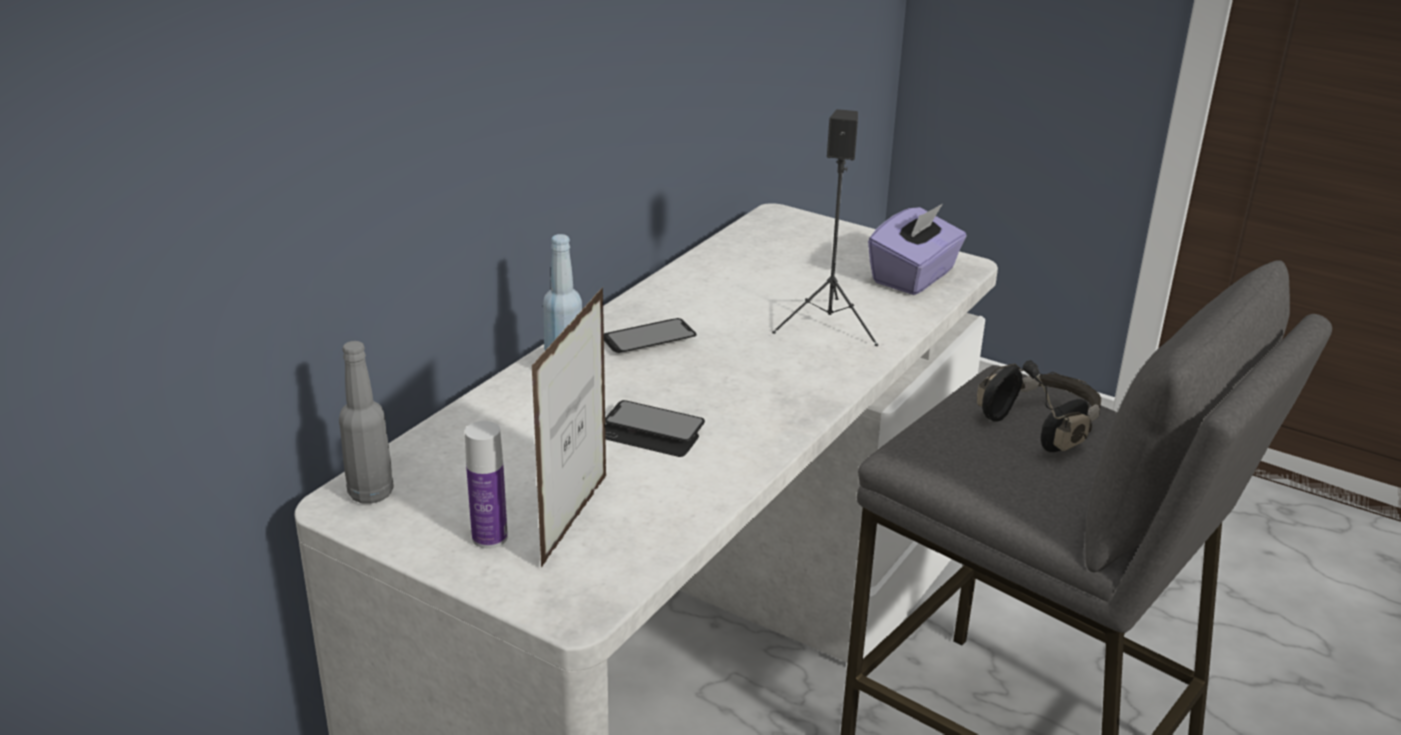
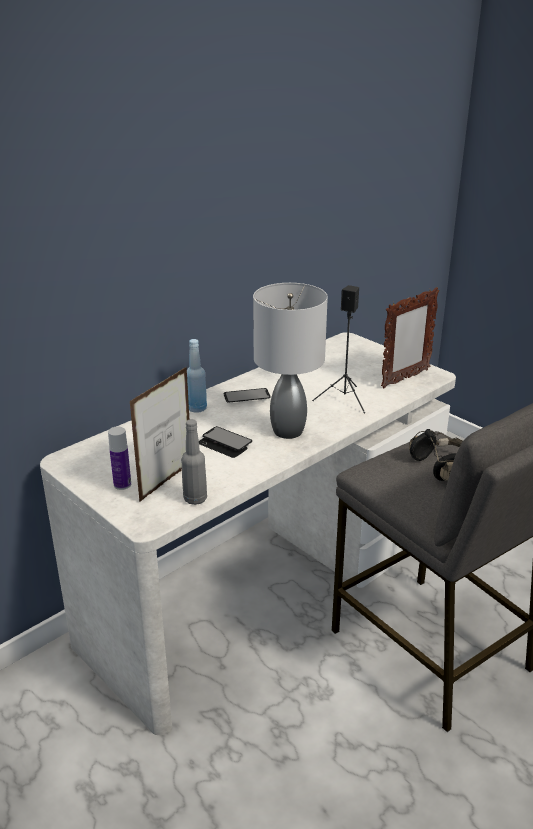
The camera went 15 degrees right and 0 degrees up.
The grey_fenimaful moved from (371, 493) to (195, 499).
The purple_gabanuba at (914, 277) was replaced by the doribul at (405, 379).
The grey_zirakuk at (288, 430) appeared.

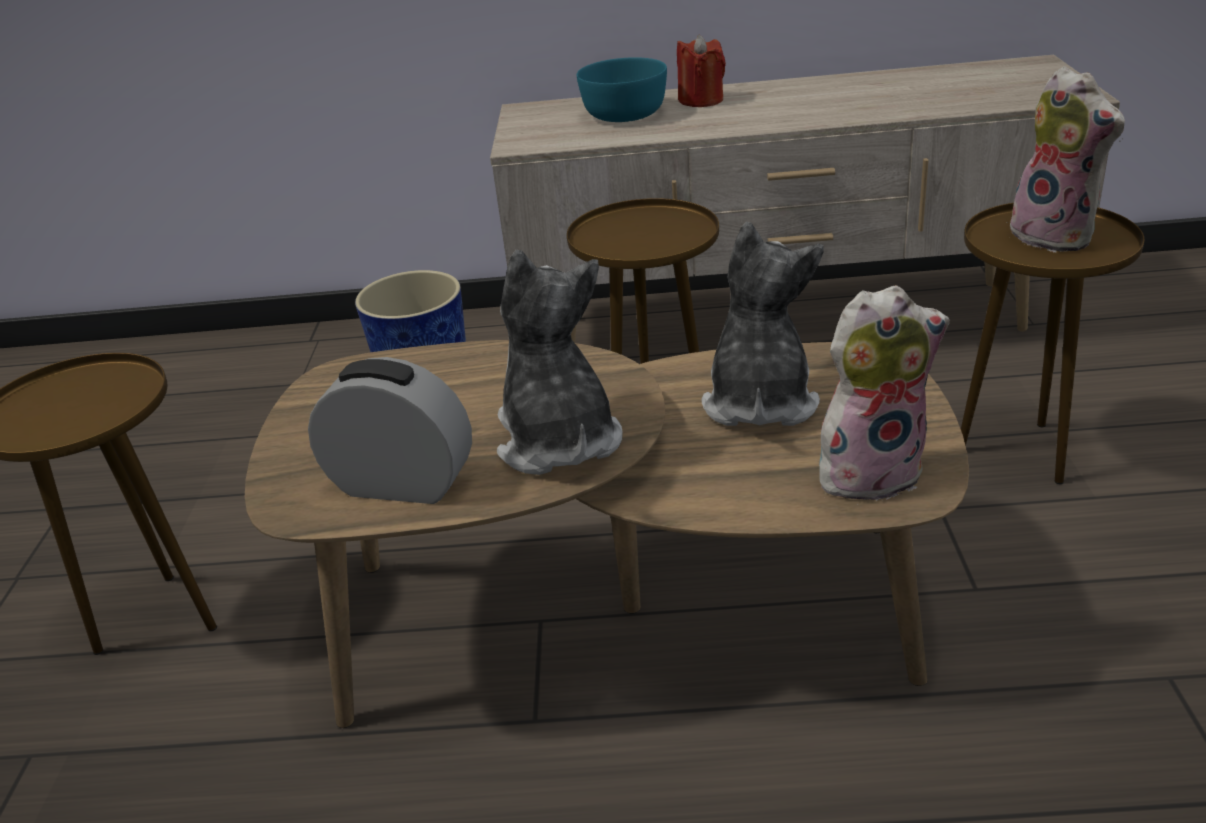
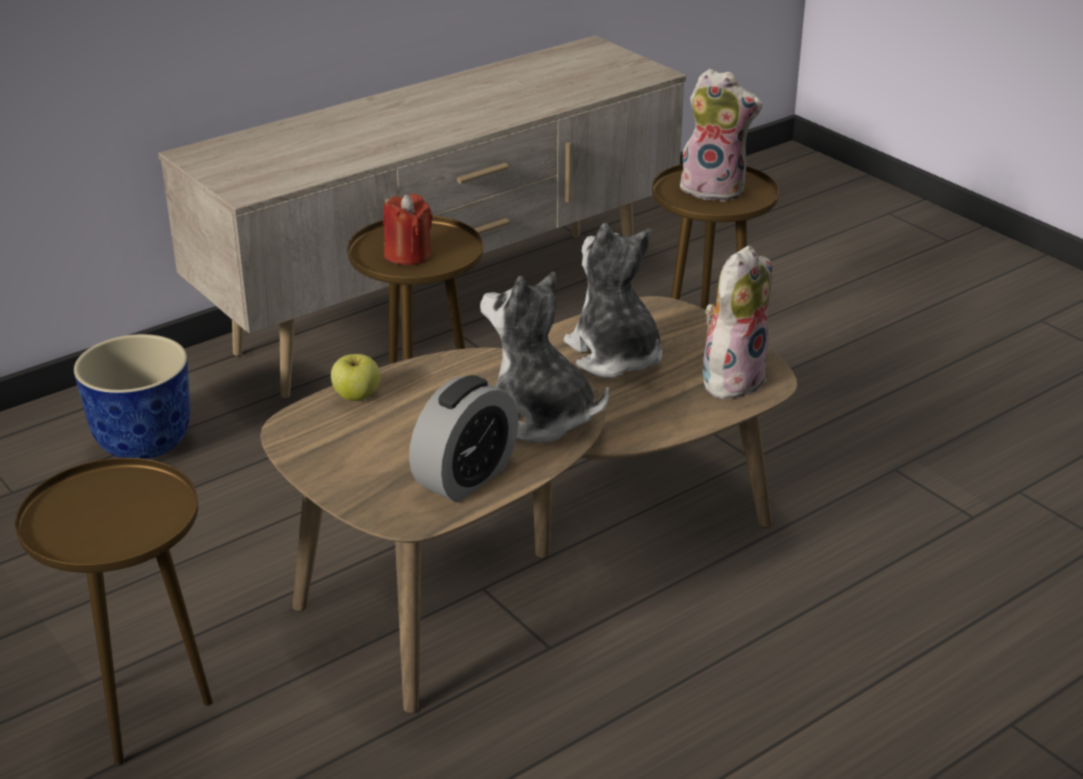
The camera went 40 degrees left and 0 degrees up.
The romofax at (402, 484) turned 150 degrees clockwise.
The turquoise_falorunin at (625, 114) disappeared.
The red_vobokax moved from (701, 100) to (408, 255).
The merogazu at (357, 395) appeared.

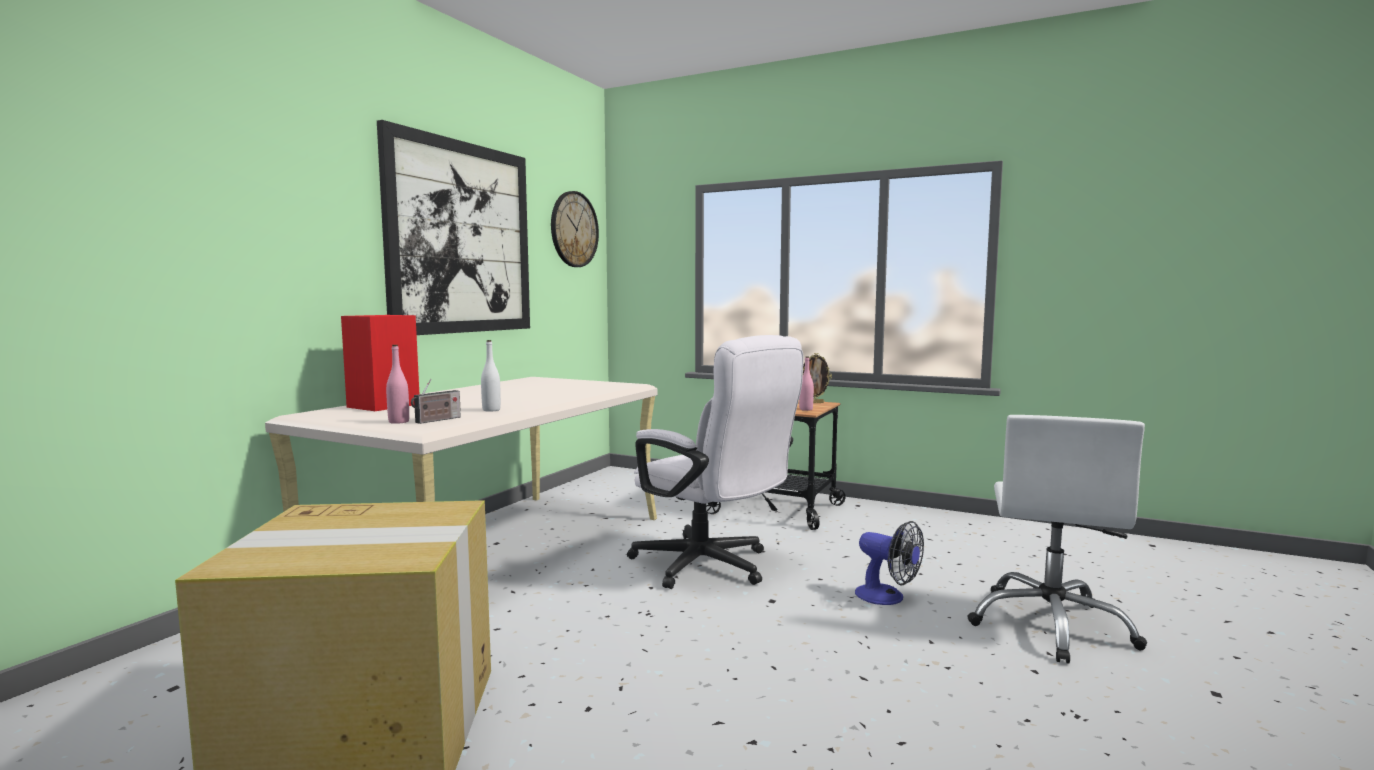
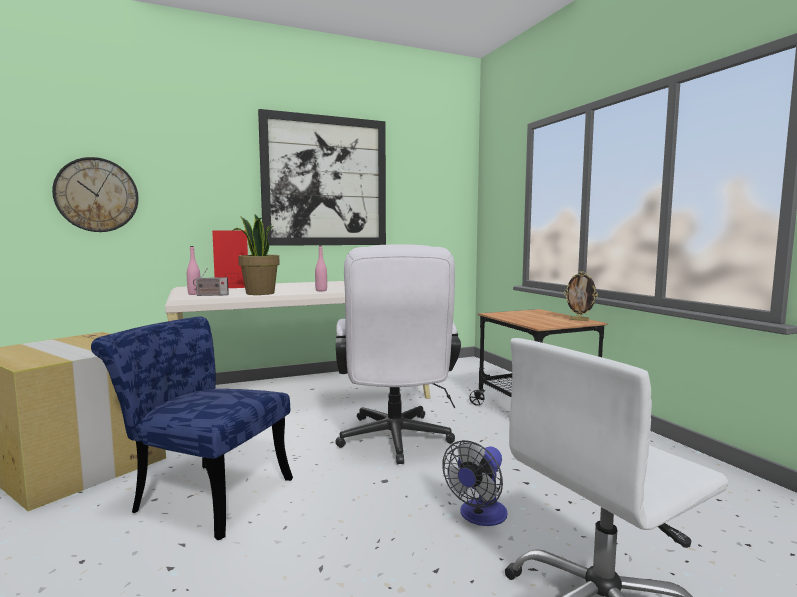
The camera went 40 degrees right and 0 degrees up.
The white_fenimaful at (491, 410) was replaced by the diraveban at (259, 293).
The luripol moved from (574, 229) to (97, 195).
The pink_fenimaful moved from (806, 409) to (321, 290).
The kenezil at (887, 597) turned 45 degrees clockwise.
The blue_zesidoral at (204, 494) appeared.

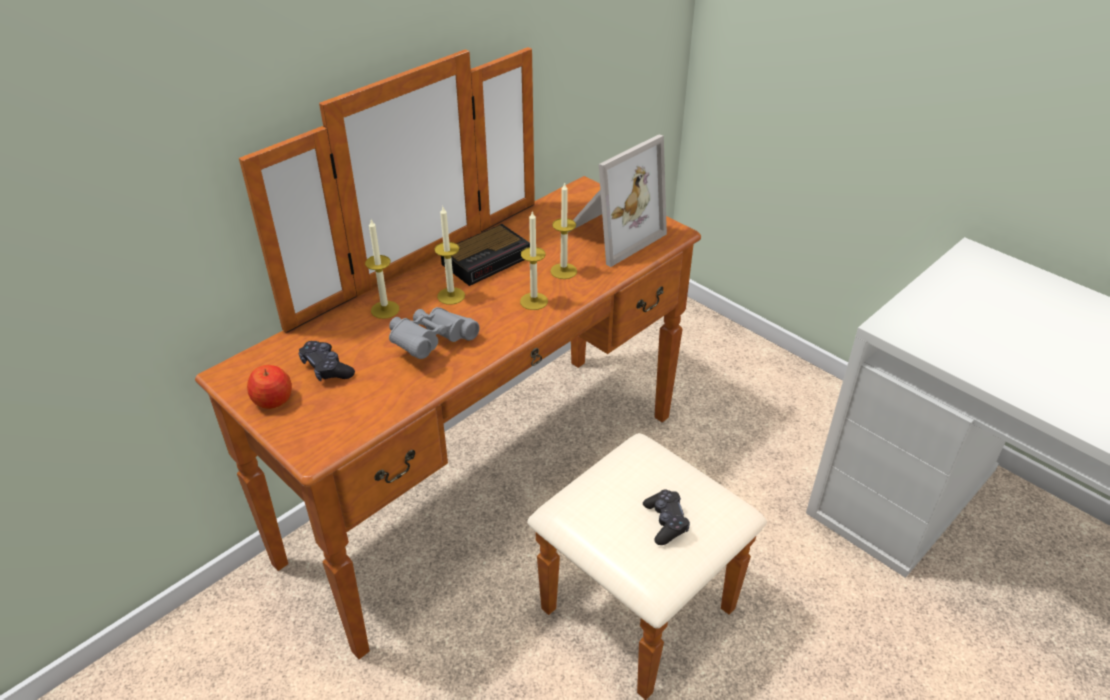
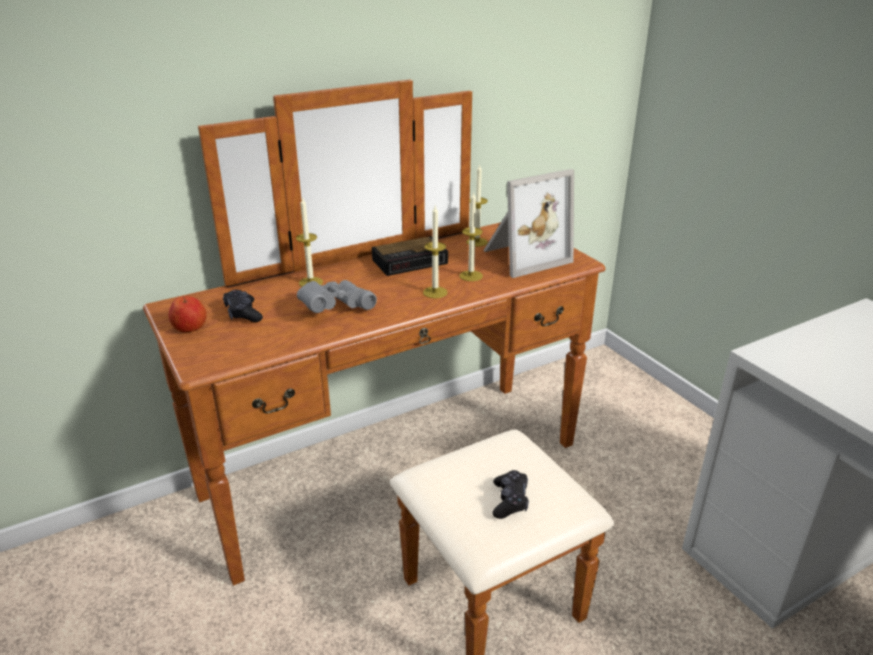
The camera went 15 degrees right and 10 degrees down.
The vobokax moved from (451, 296) to (477, 242).

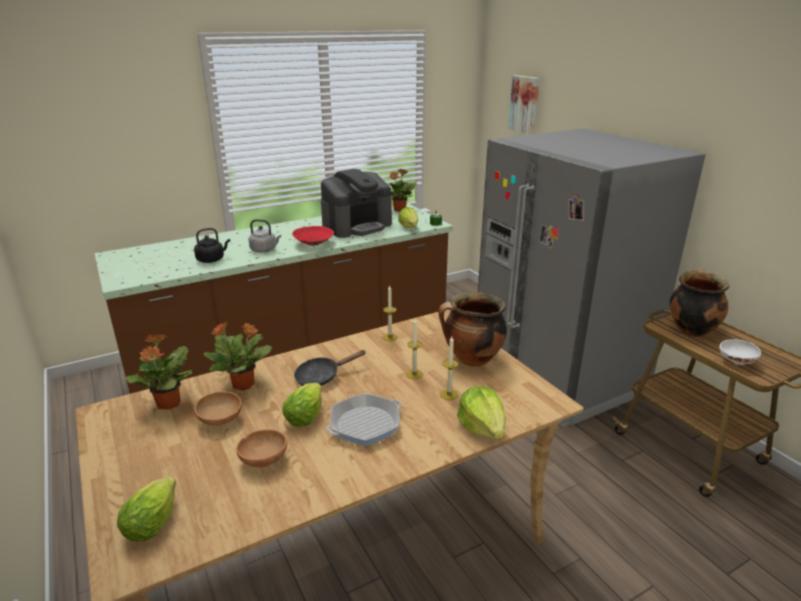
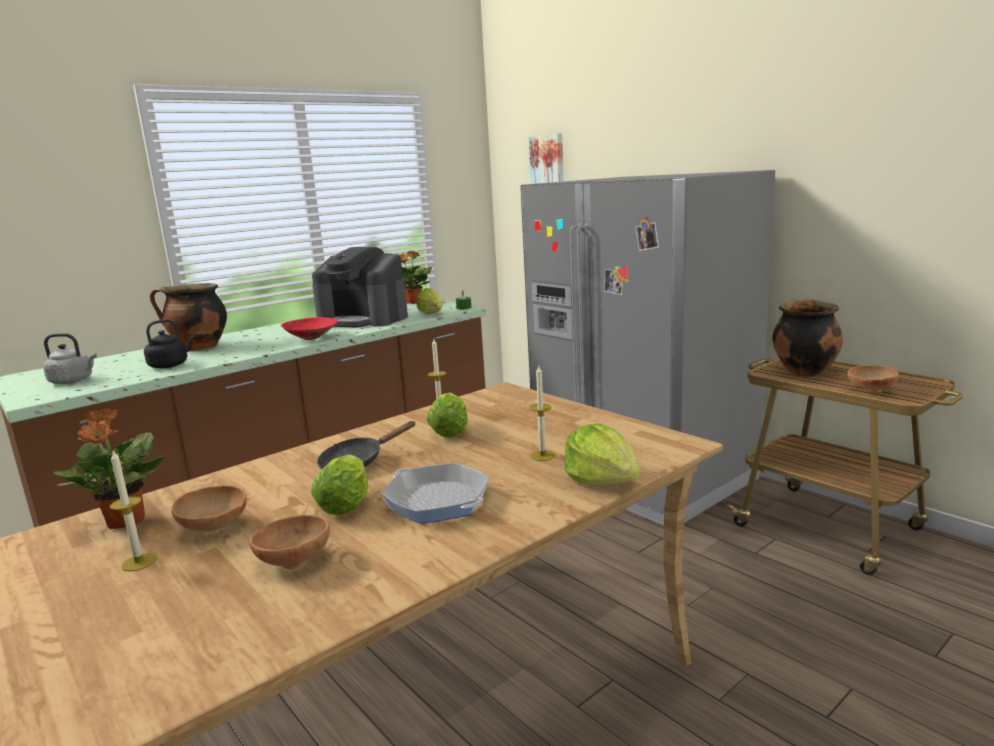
The camera went 10 degrees left and 10 degrees down.
The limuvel moved from (155, 521) to (450, 431).
The diraveban at (244, 384) disappeared.
The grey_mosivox moved from (265, 250) to (73, 381).
The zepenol at (357, 226) turned 75 degrees clockwise.
The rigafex at (365, 424) turned 90 degrees counterclockwise.
The vobokax moved from (414, 374) to (139, 562).
The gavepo moved from (471, 360) to (198, 348).
The white_falorunin at (735, 361) became the brown_falorunin at (870, 390).

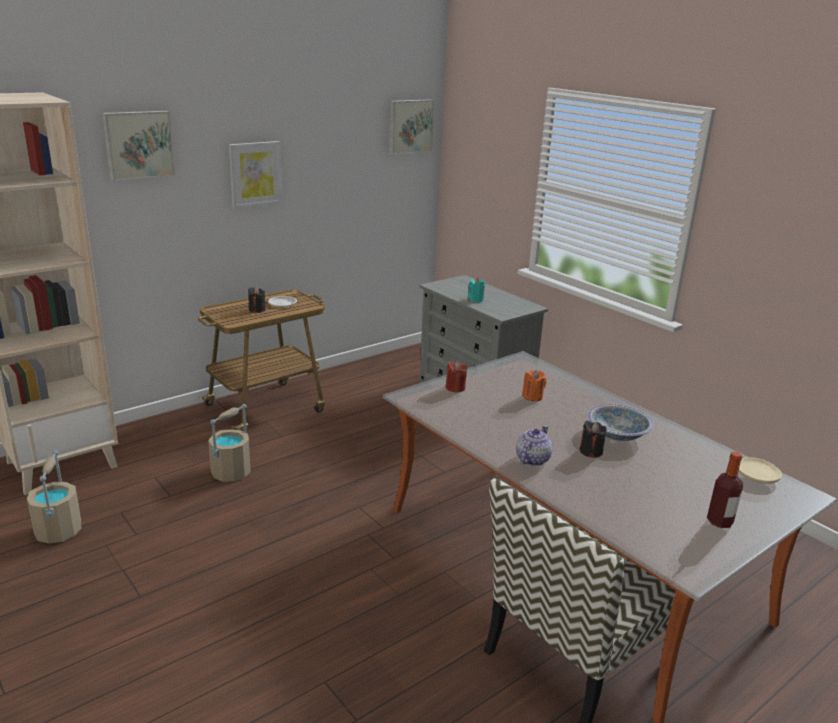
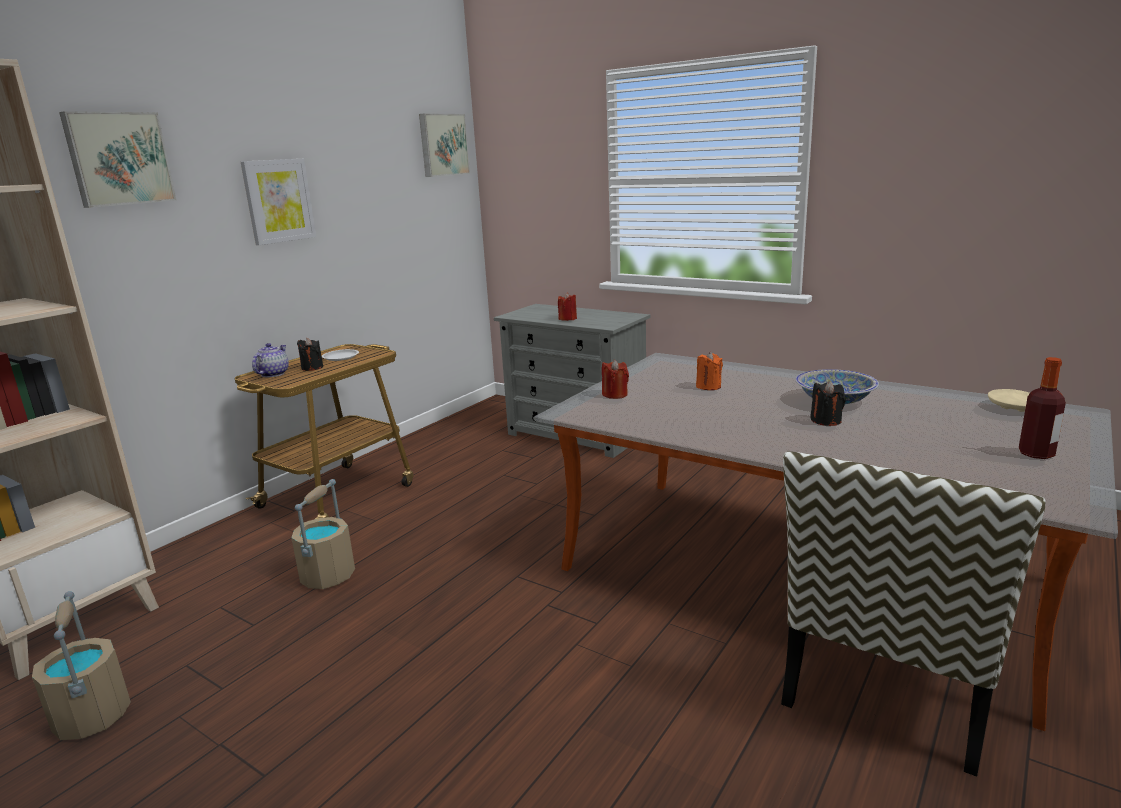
The camera went 15 degrees left and 5 degrees down.
The turquoise_vobokax at (476, 299) became the red_vobokax at (567, 319).
The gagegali moved from (532, 459) to (273, 374).

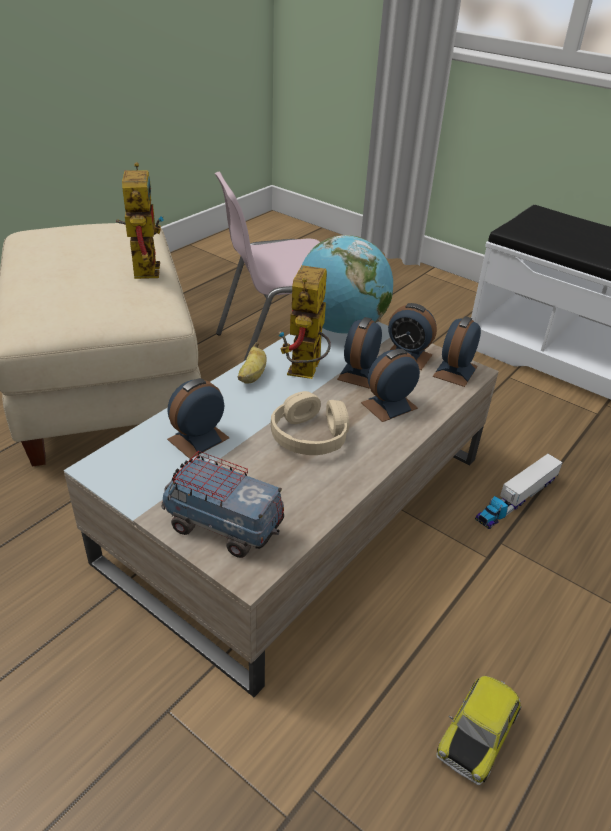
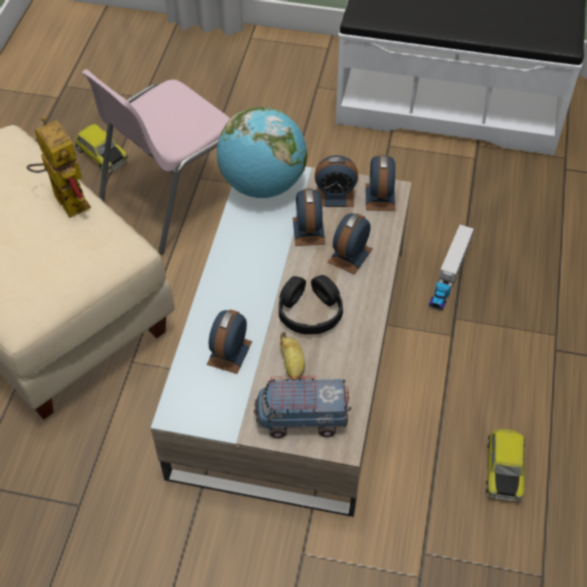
The camera went 25 degrees left and 15 degrees up.
The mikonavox moved from (252, 376) to (292, 365).
The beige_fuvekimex at (310, 435) became the black_fuvekimex at (310, 312).
The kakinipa at (306, 373) disappeared.
The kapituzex at (101, 155) appeared.

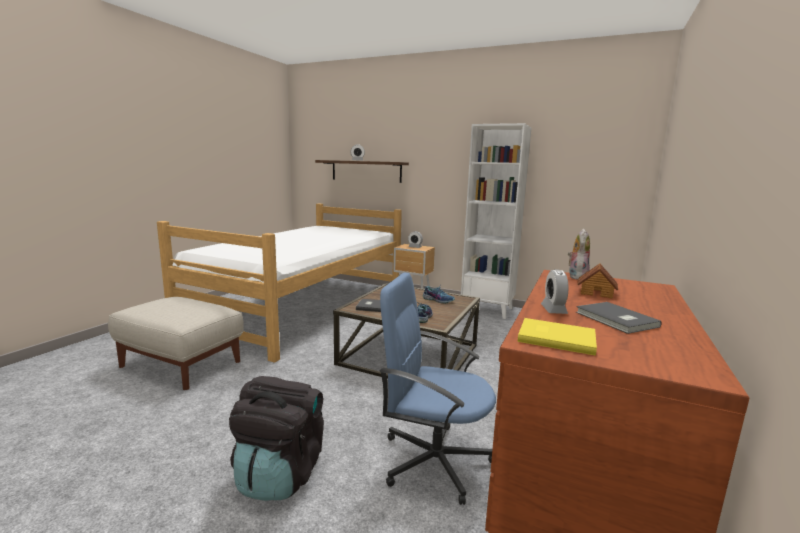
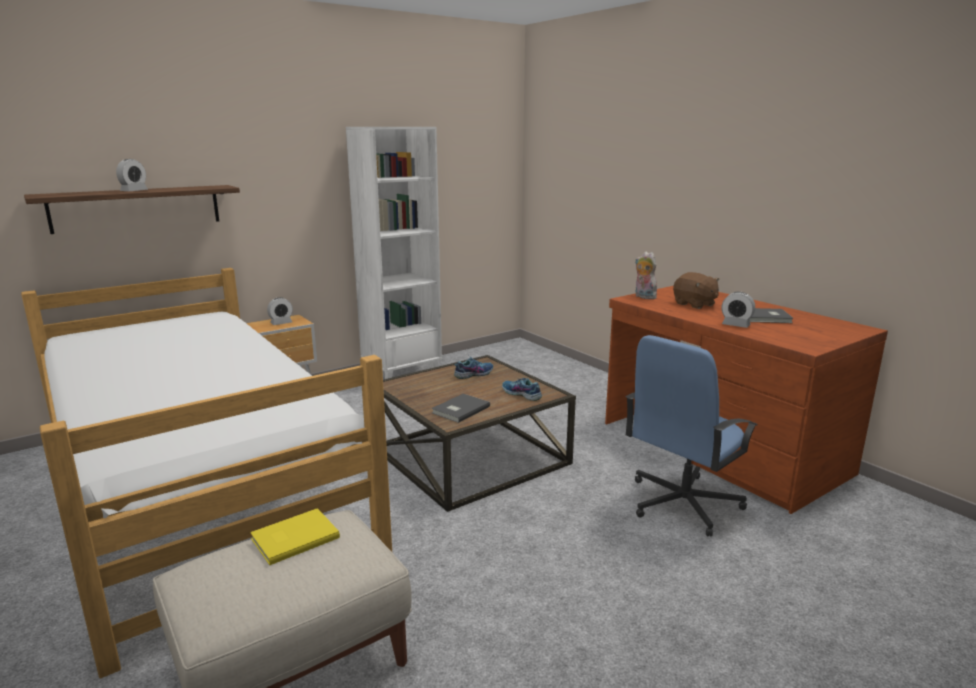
The camera went 60 degrees left and 5 degrees up.
The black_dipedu at (280, 474) disappeared.
The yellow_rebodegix moved from (555, 337) to (293, 538).
The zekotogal at (596, 292) was replaced by the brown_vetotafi at (694, 304).

